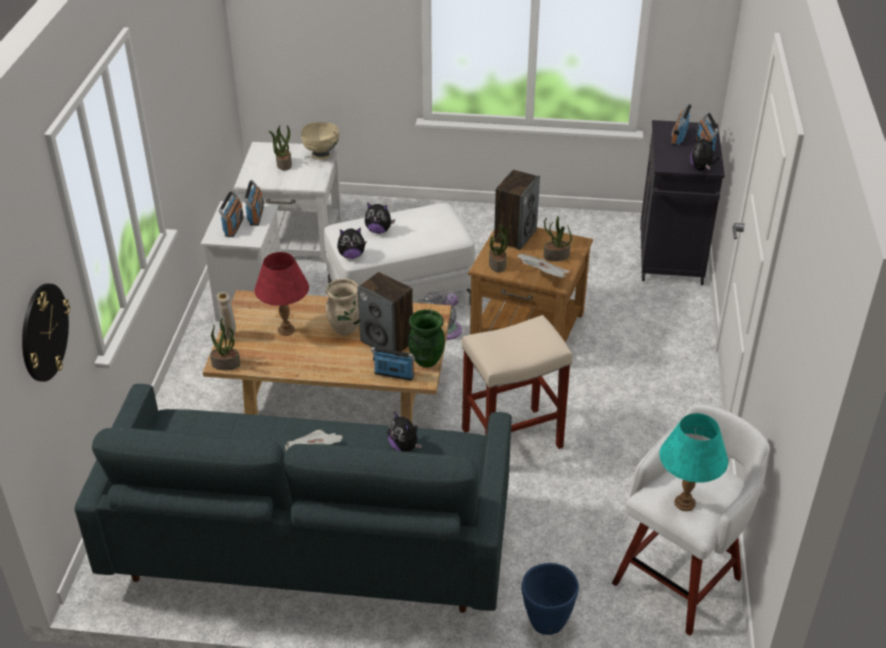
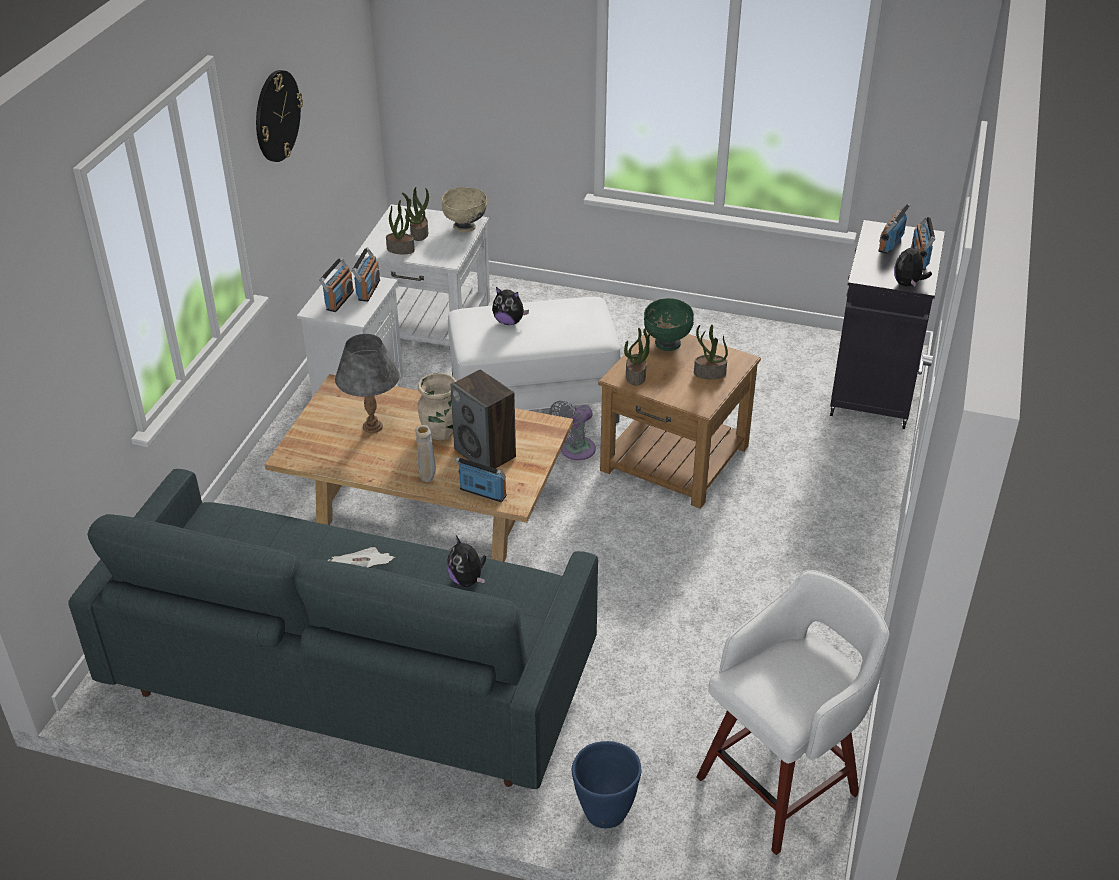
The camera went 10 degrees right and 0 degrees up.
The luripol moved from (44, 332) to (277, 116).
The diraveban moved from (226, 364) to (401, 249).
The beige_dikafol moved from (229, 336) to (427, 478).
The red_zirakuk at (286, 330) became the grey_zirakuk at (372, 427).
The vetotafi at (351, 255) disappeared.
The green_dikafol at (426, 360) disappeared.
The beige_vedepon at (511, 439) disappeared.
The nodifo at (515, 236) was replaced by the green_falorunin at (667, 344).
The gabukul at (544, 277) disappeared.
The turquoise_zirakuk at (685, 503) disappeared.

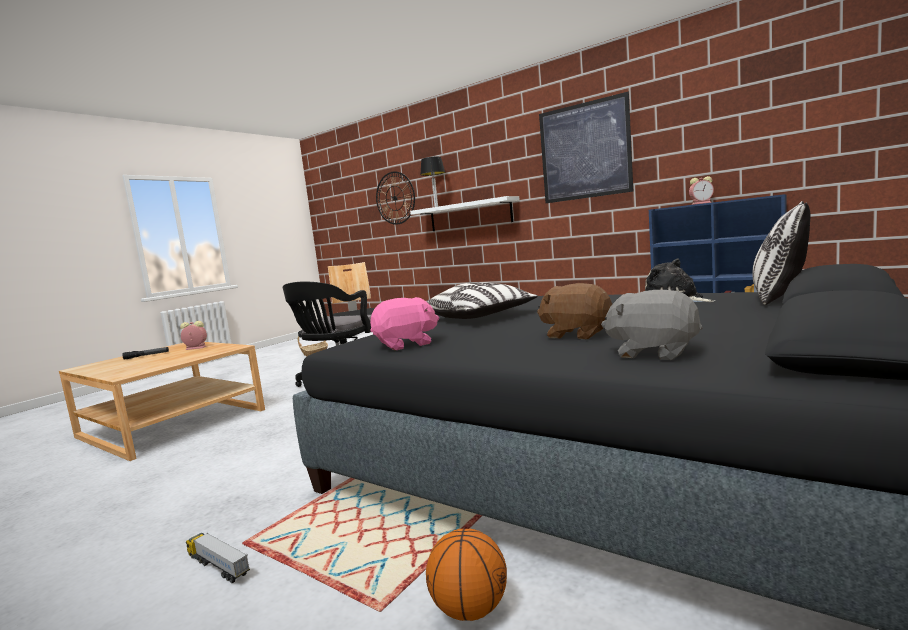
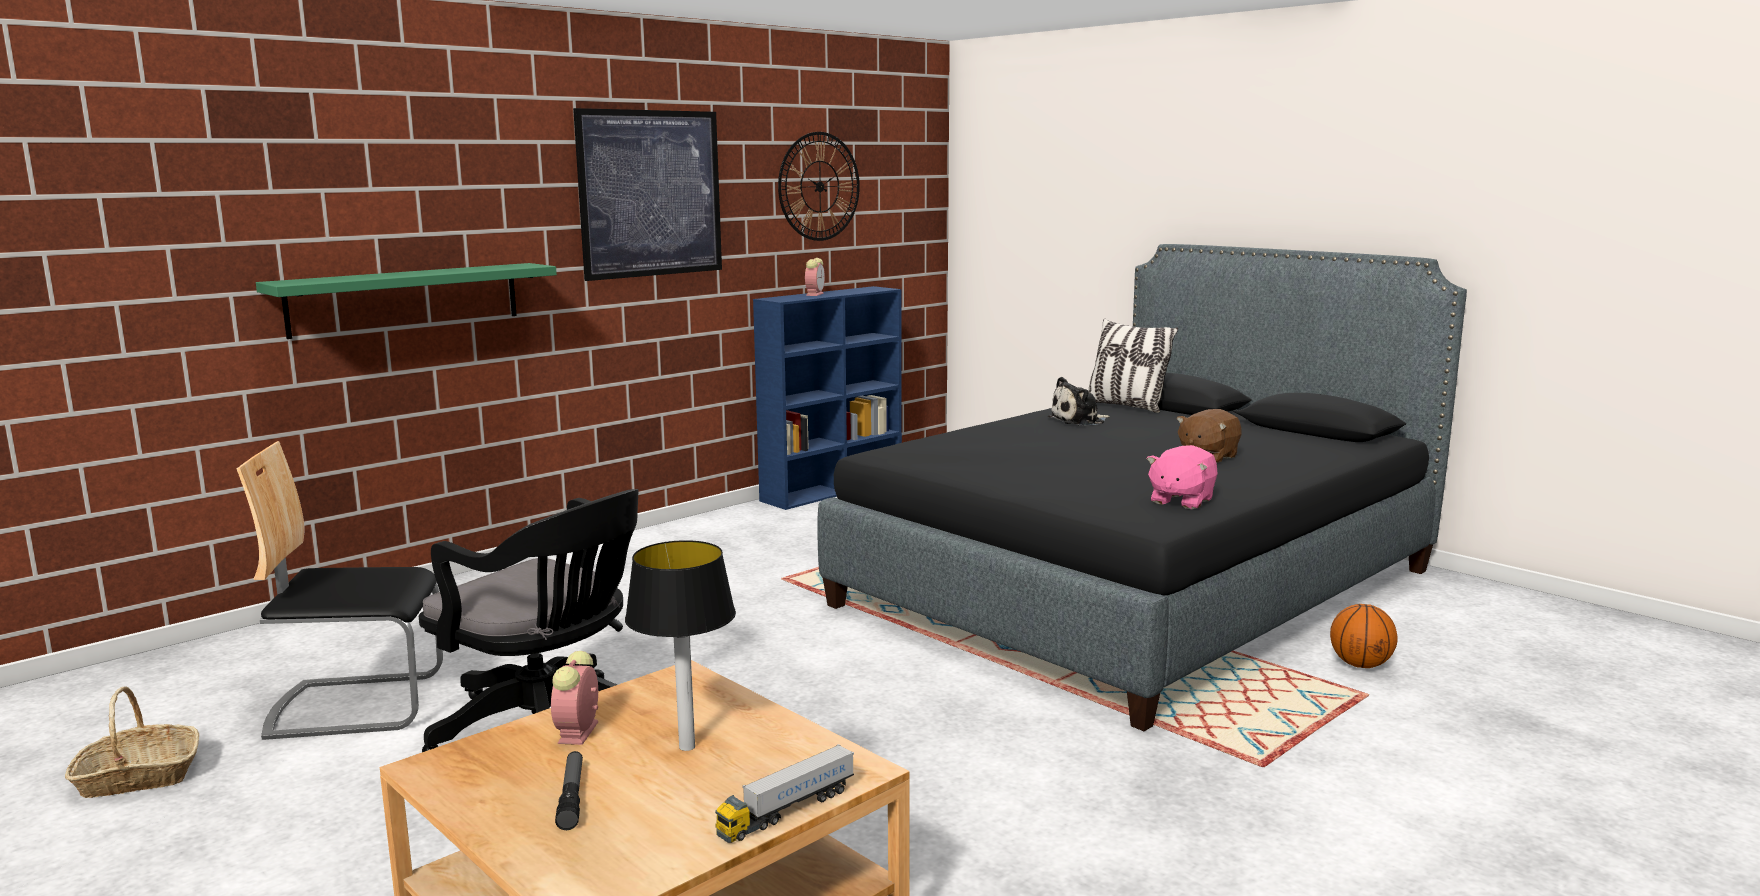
The camera went 80 degrees left and 5 degrees up.
The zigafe moved from (218, 566) to (787, 811).
The pink_vetotafi at (406, 345) turned 135 degrees counterclockwise.
The luripol moved from (395, 198) to (819, 186).
The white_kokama at (470, 215) became the green_kokama at (405, 299).
The zirakuk moved from (436, 207) to (688, 746).
The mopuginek at (479, 317) disappeared.
The grey_vetotafi at (653, 353) disappeared.

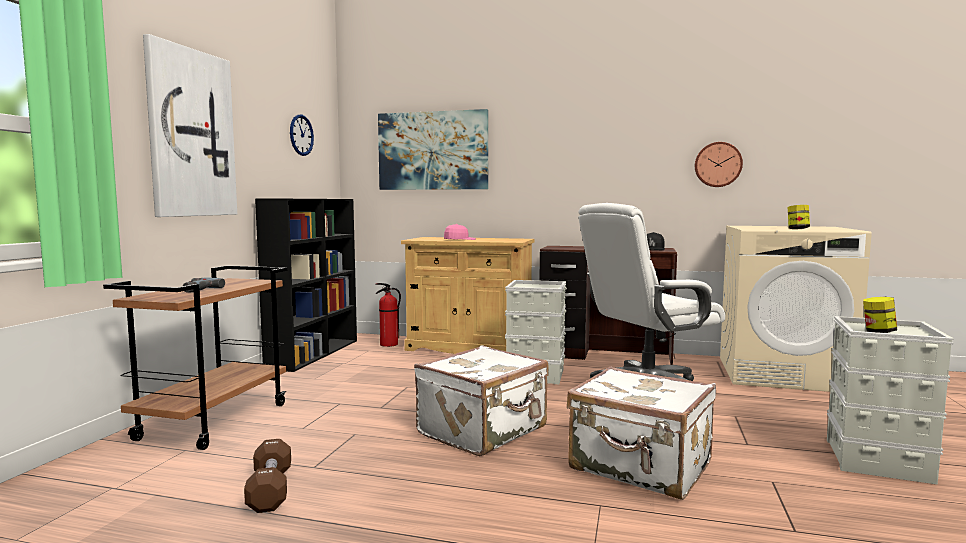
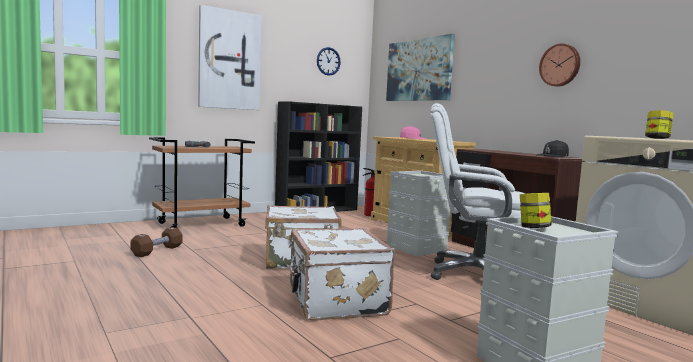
The camera went 40 degrees right and 0 degrees up.
The luripol moved from (717, 164) to (560, 65).

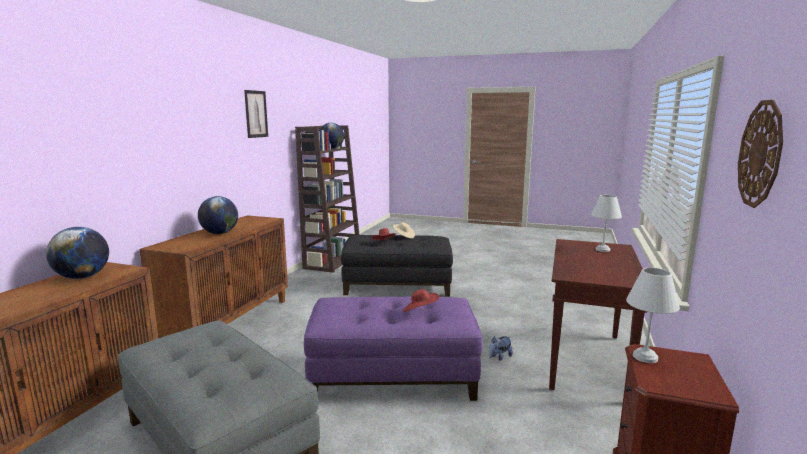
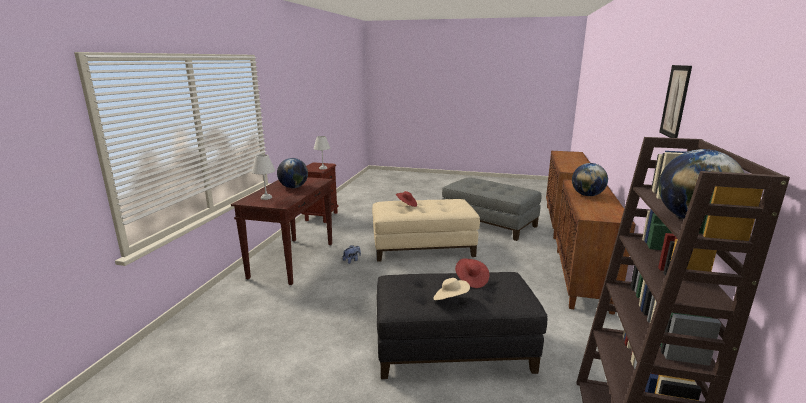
The camera went 175 degrees right and 5 degrees up.
The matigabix moved from (82, 277) to (293, 187).
The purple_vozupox at (393, 376) became the beige_vozupox at (423, 247).
The luripol at (760, 154) disappeared.

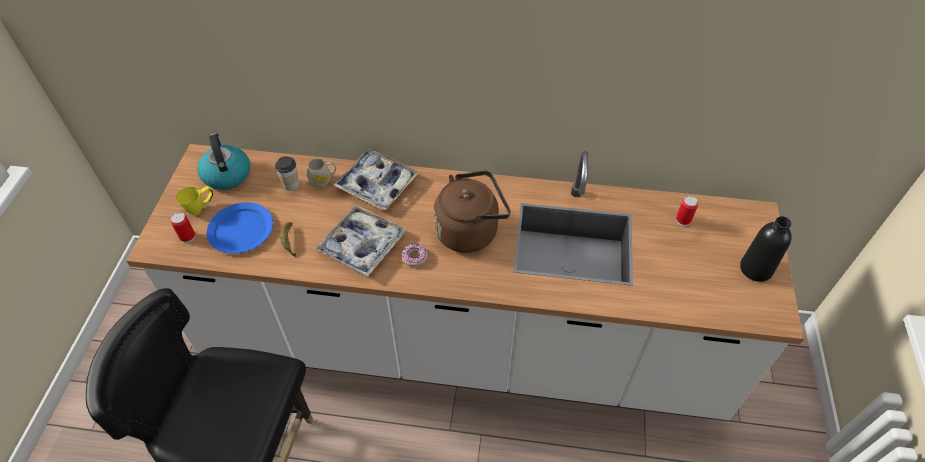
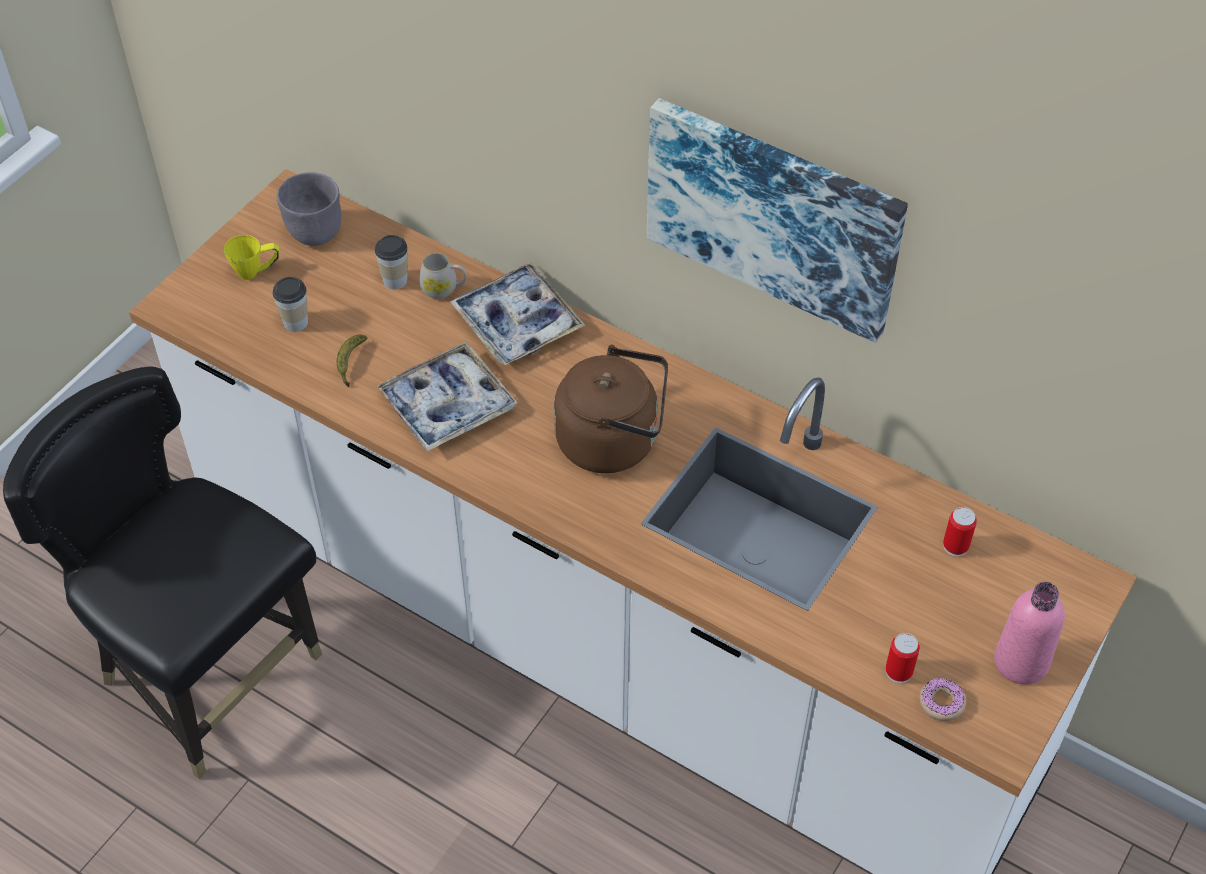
The camera went 25 degrees right and 0 degrees up.
The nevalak moved from (187, 237) to (898, 671).
The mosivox at (226, 174) was replaced by the grey_falorunin at (314, 233).
The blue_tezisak at (241, 229) was replaced by the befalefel at (295, 322).
The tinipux moved from (414, 257) to (941, 703).
The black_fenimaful at (756, 269) became the pink_fenimaful at (1021, 662).
The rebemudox at (774, 215) appeared.

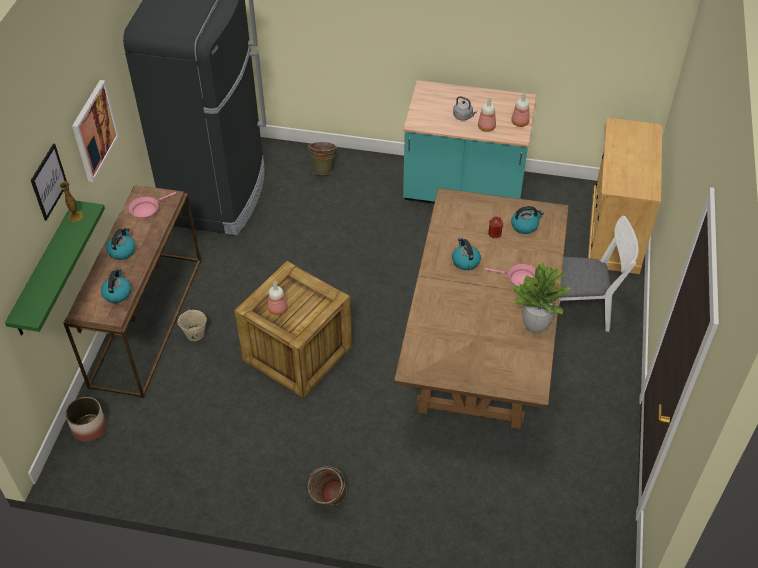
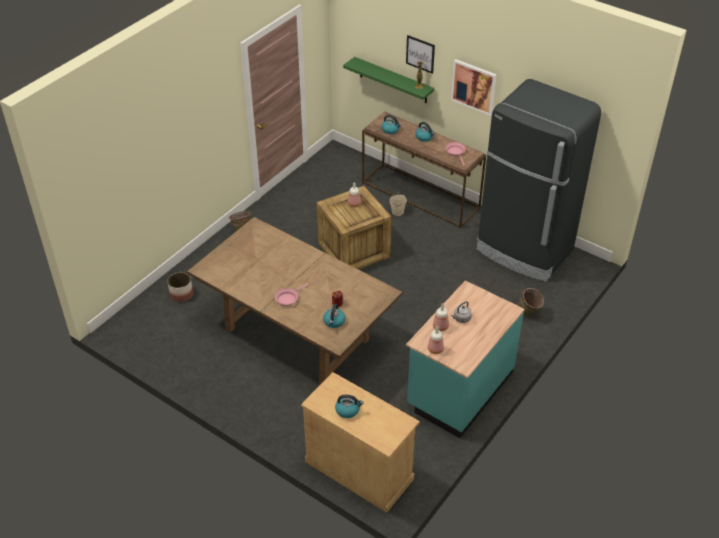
The camera went 115 degrees right and 5 degrees down.
The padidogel moved from (89, 427) to (181, 294).
The mosivox moved from (465, 261) to (348, 410).
The diraveban at (536, 325) disappeared.
The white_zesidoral at (582, 311) disappeared.

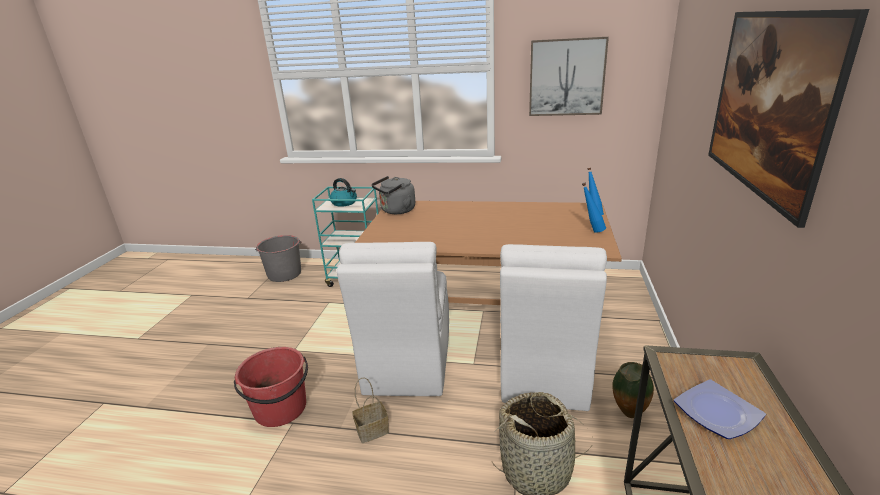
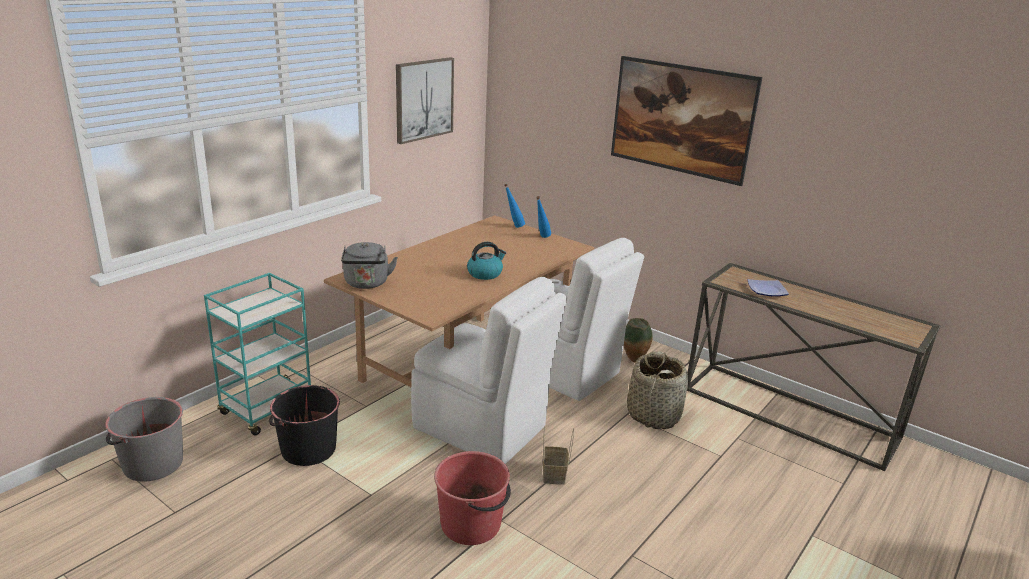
The camera went 65 degrees left and 0 degrees up.
The mosivox moved from (344, 203) to (485, 273).
The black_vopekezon at (307, 449) appeared.

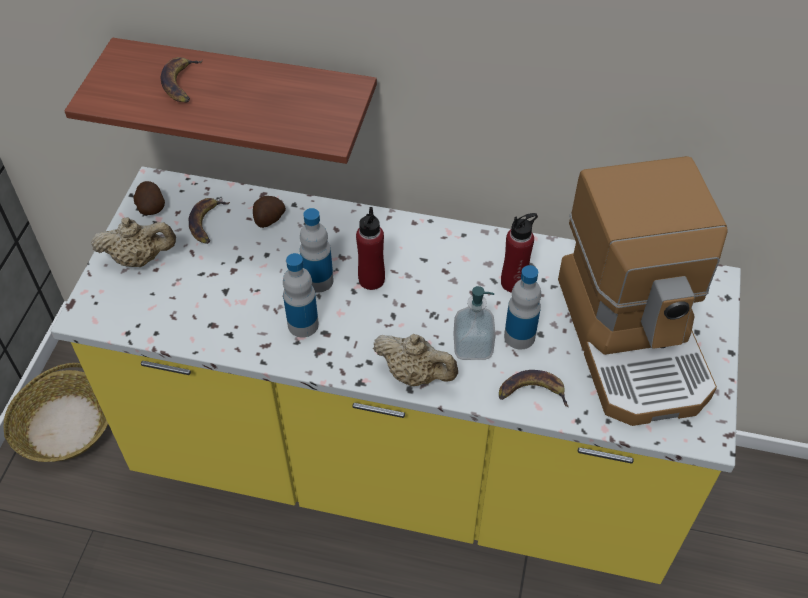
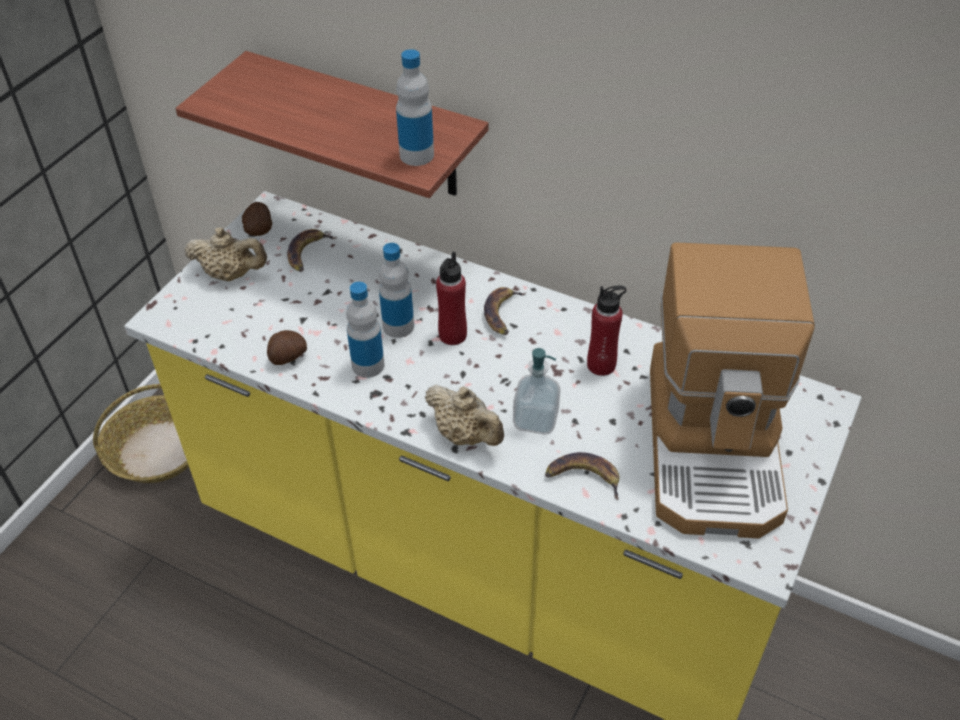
The camera went 15 degrees right and 5 degrees down.
The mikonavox moved from (181, 83) to (502, 313).
The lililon moved from (268, 220) to (287, 357).
The fenimaful moved from (519, 336) to (416, 155).

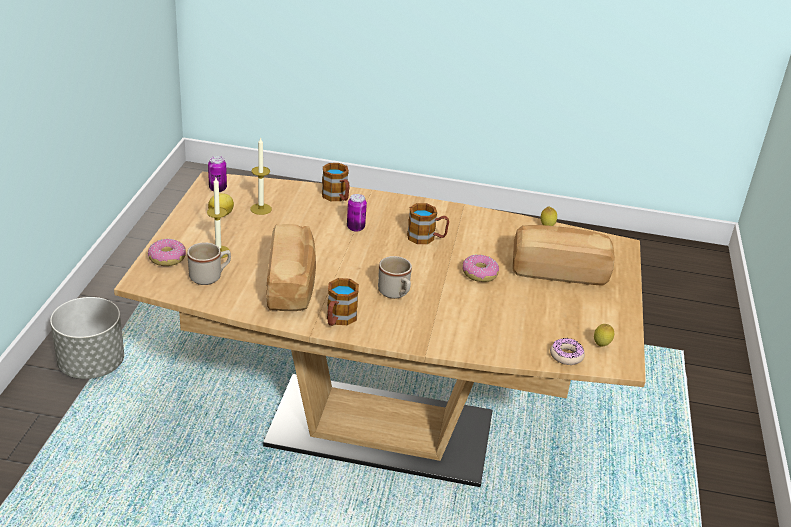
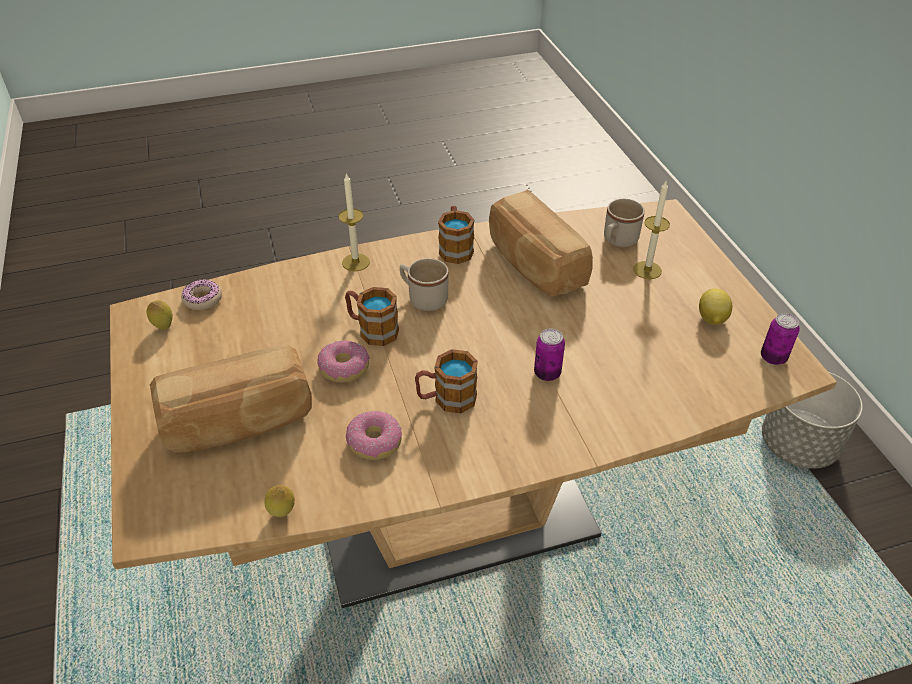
The camera went 155 degrees right and 10 degrees up.
The tinipux moved from (167, 258) to (374, 442).
The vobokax moved from (261, 209) to (356, 262).
The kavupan moved from (337, 197) to (372, 329).

